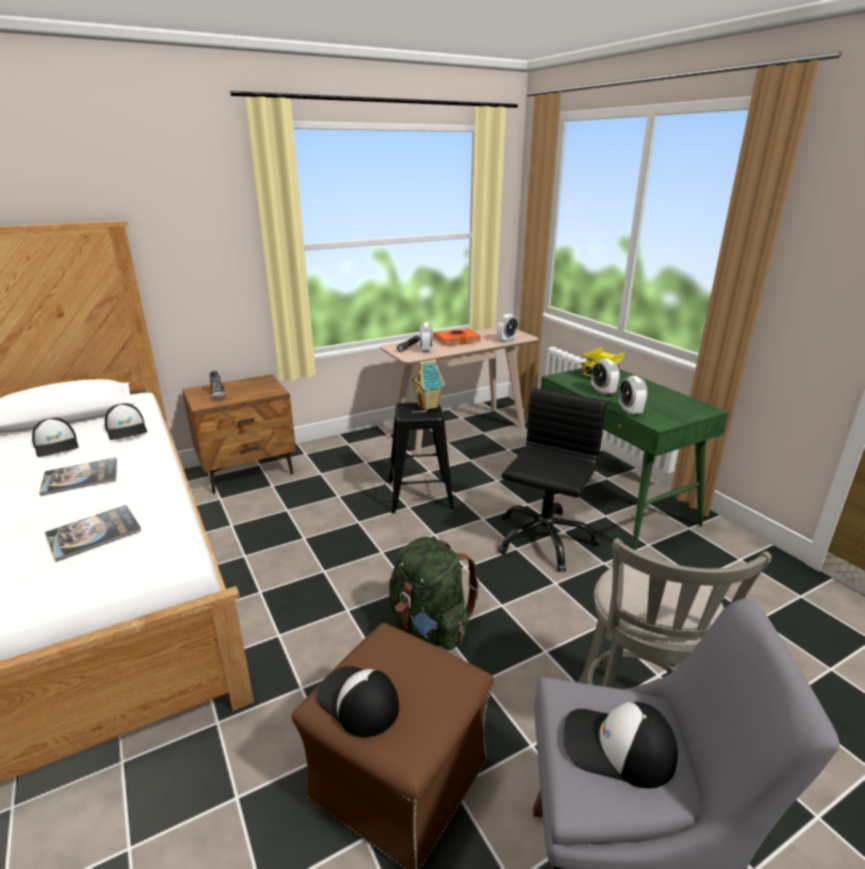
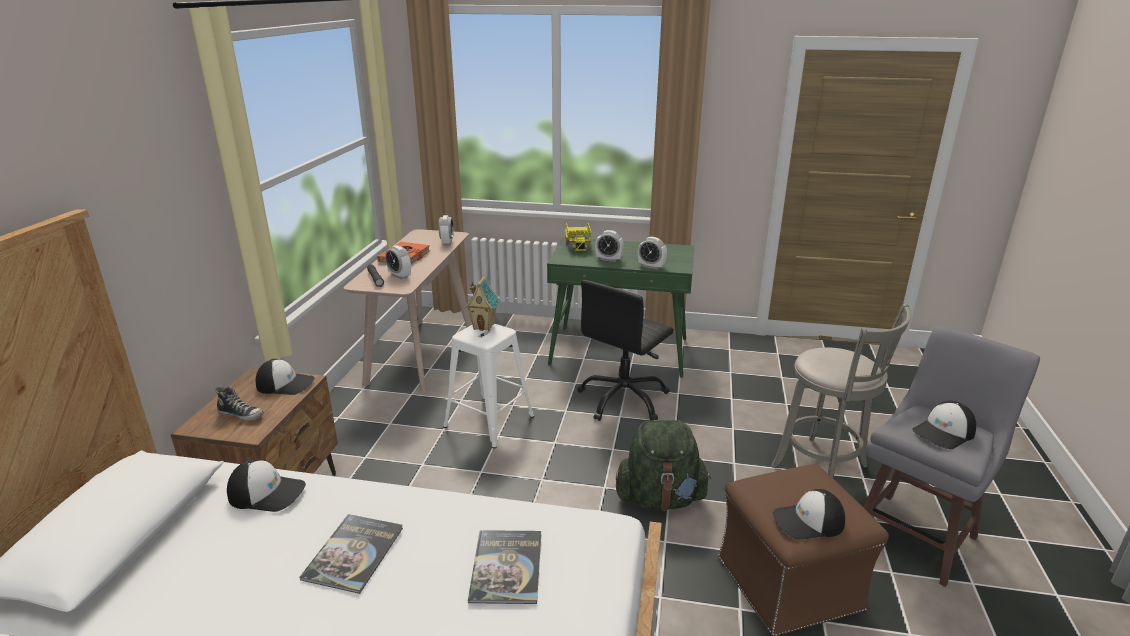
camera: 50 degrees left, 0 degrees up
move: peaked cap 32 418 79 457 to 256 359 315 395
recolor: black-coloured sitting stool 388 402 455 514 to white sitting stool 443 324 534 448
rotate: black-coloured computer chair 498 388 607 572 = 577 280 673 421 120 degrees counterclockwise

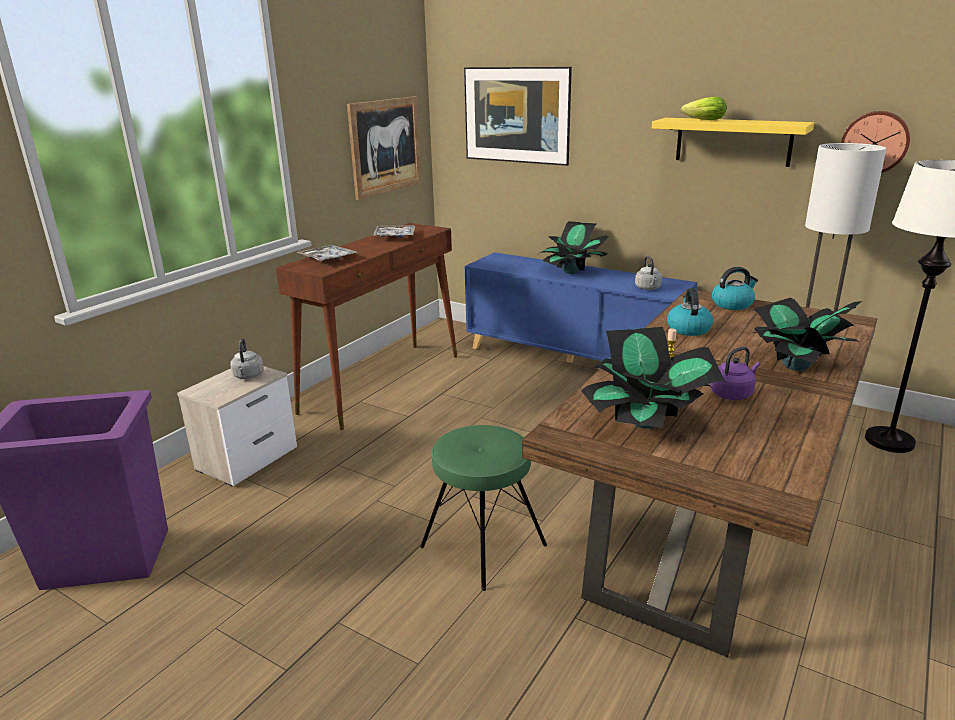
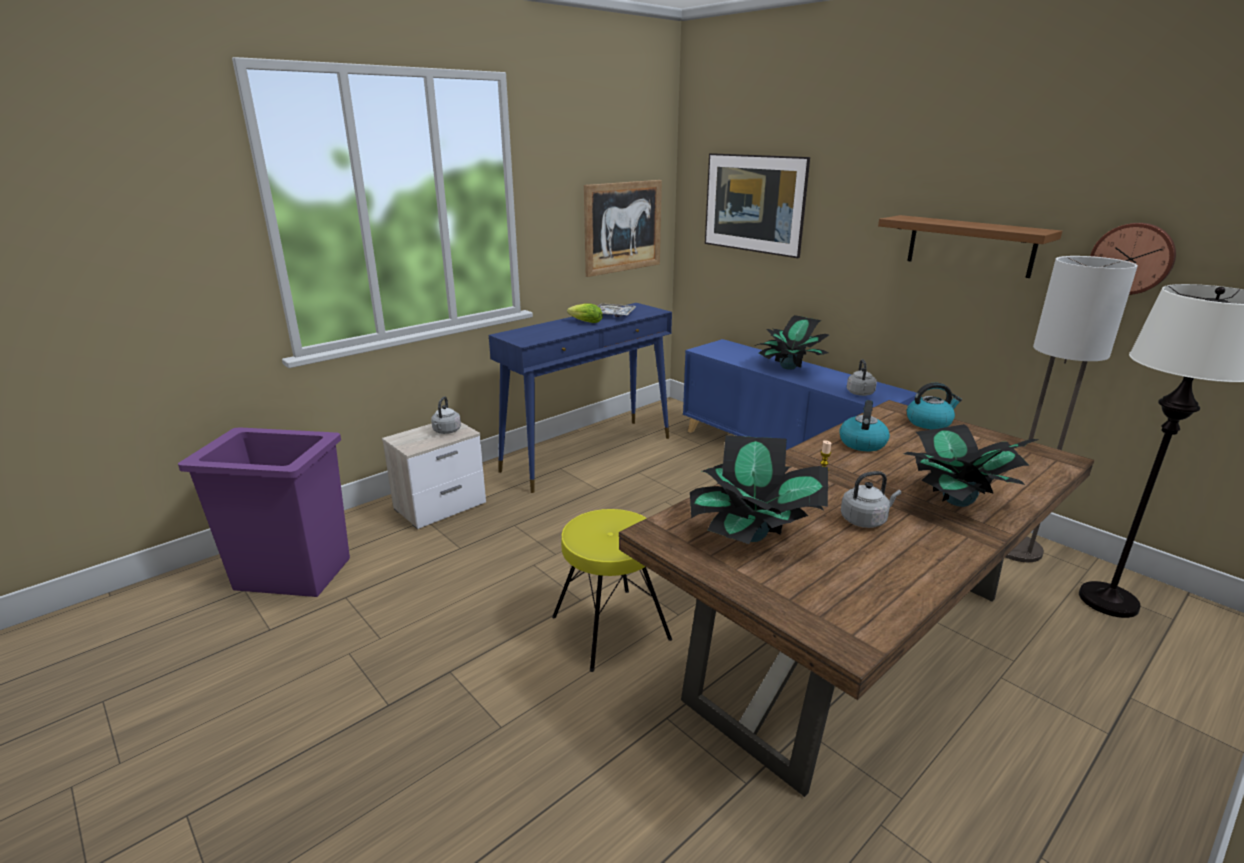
camera: 15 degrees right, 0 degrees up
delete: carrying tray 296 245 358 262
move: lettuce head 681 97 727 120 to 567 304 603 323
recolor: brown hall table 276 223 457 430 to blue-coloured hall table 489 303 672 493; green sitting stool 420 425 547 591 to yellow sitting stool 552 509 672 672; yellow wall shelf 652 118 814 167 to brown wall shelf 878 215 1062 278; purplish tea kettle 710 346 760 400 to gray tea kettle 841 471 901 528

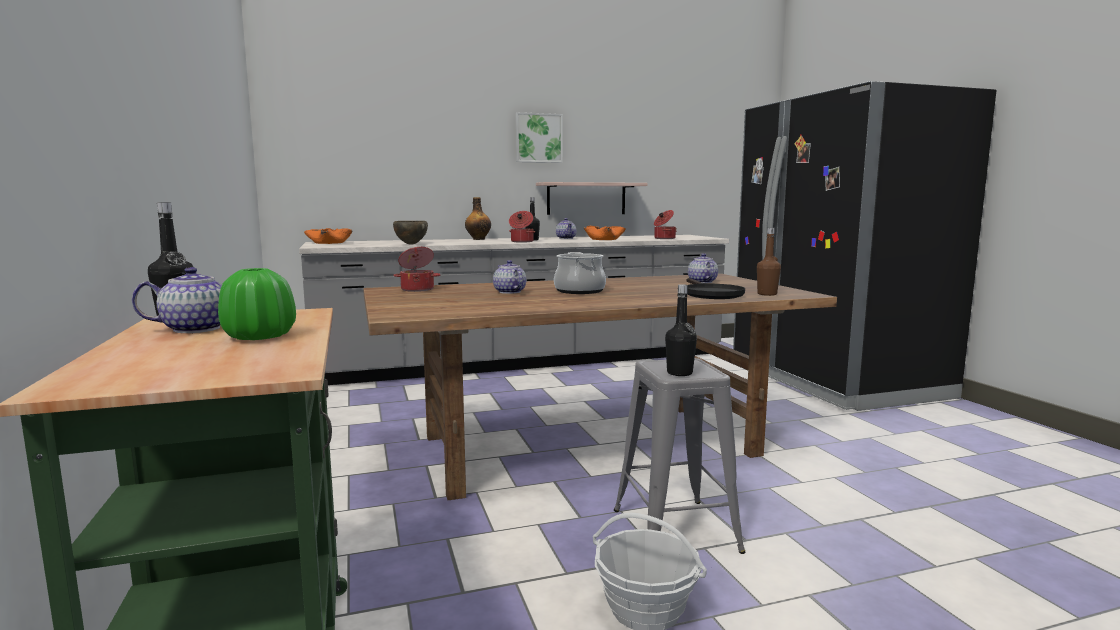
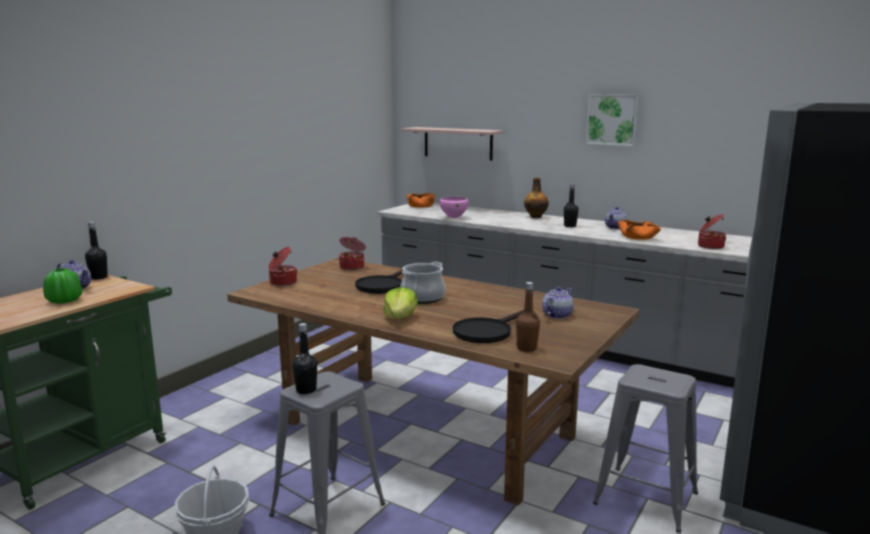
camera: 50 degrees right, 5 degrees up
insert: lettuce head 383 287 418 319; gray sitting stool 593 364 698 533
move: stockpot 509 211 535 242 to 269 247 298 286; wall shelf 536 182 648 215 to 402 127 503 160
replace: tea pot 493 260 526 294 to black-coloured skillet 355 270 403 294
recolor: brown deep dish 393 221 428 244 to pink deep dish 440 197 468 218

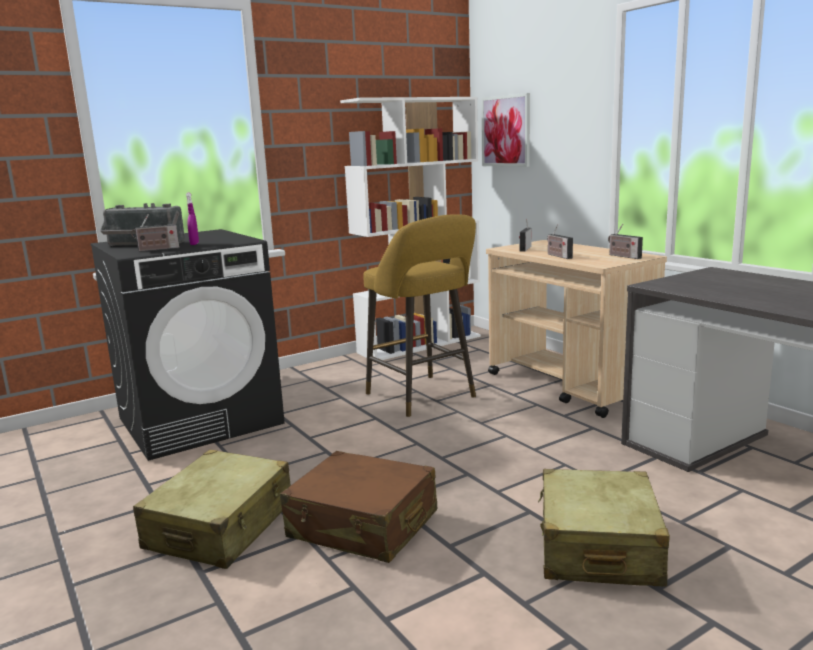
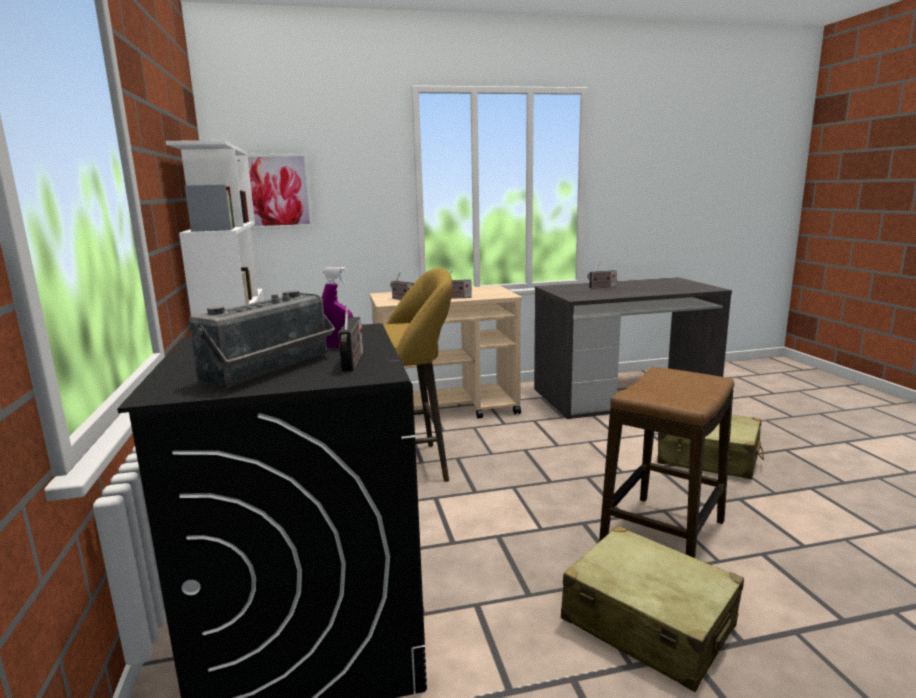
camera: 70 degrees left, 0 degrees up
move: radio 608 224 643 259 to 588 264 617 289
replace: brown piece of luggage 280 451 437 563 to sitting stool 599 367 735 558

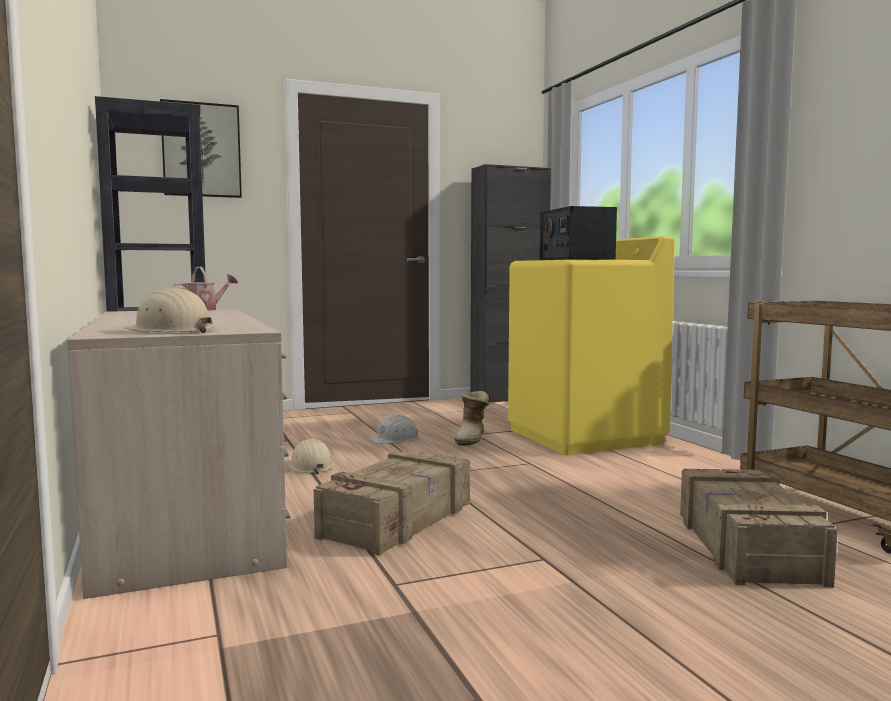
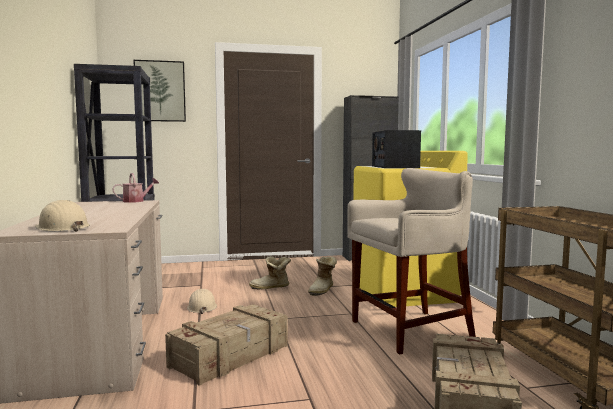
camera: 10 degrees right, 0 degrees up
insert: beige sitting stool 347 168 476 355
replace: white work helmet 369 415 419 444 to tall boot 249 256 291 290

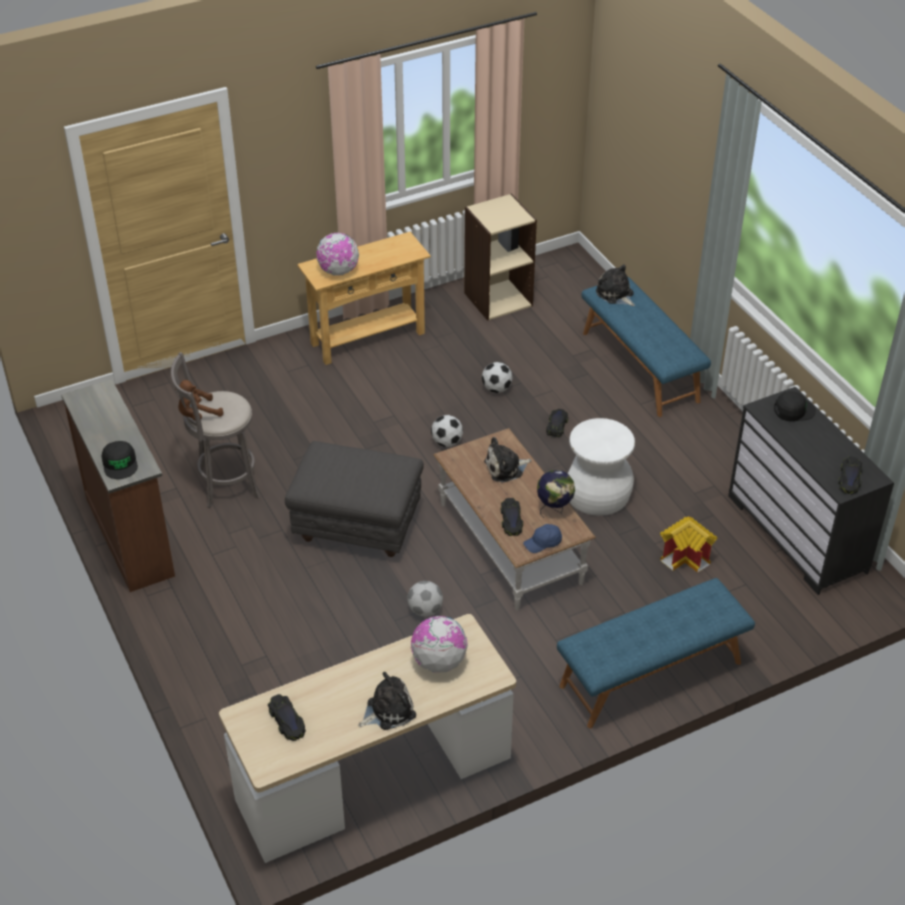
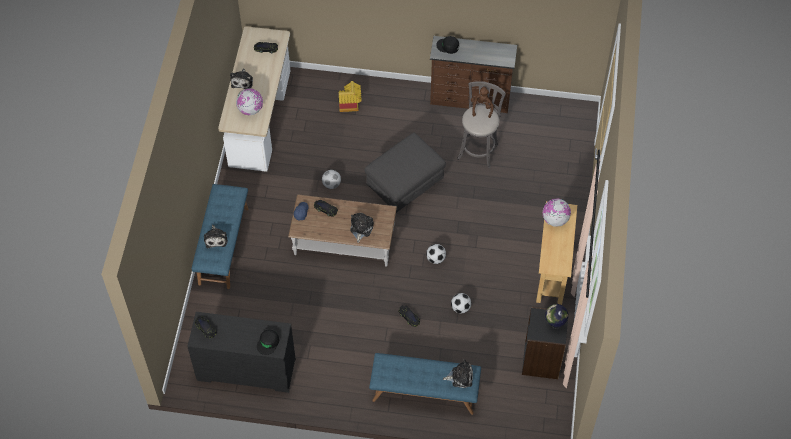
camera: 125 degrees right, 15 degrees up
delete: white sitting stool 568 418 635 516
insert: soft toy 204 225 228 248
move: world globe 537 470 575 518 to 545 304 568 329; toy house 660 517 717 573 to 339 81 362 112
recolor: beige bookcase 464 193 537 321 to black-coloured bookcase 522 307 569 379

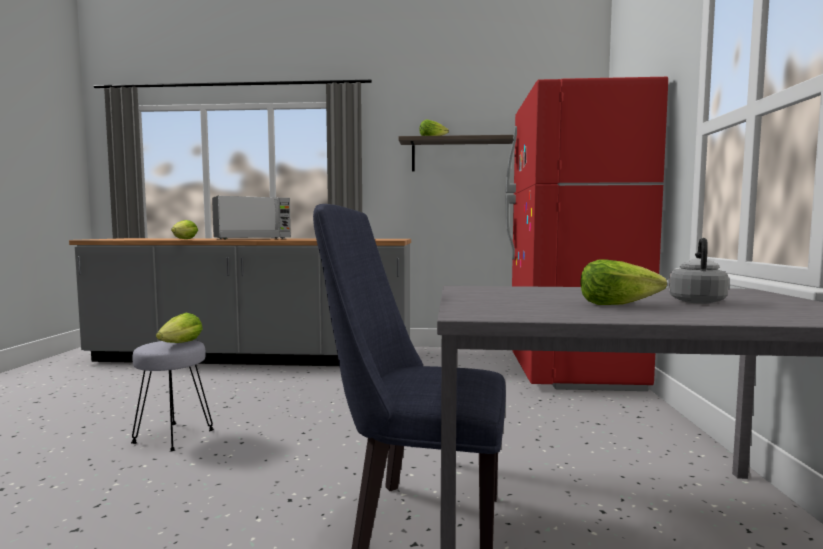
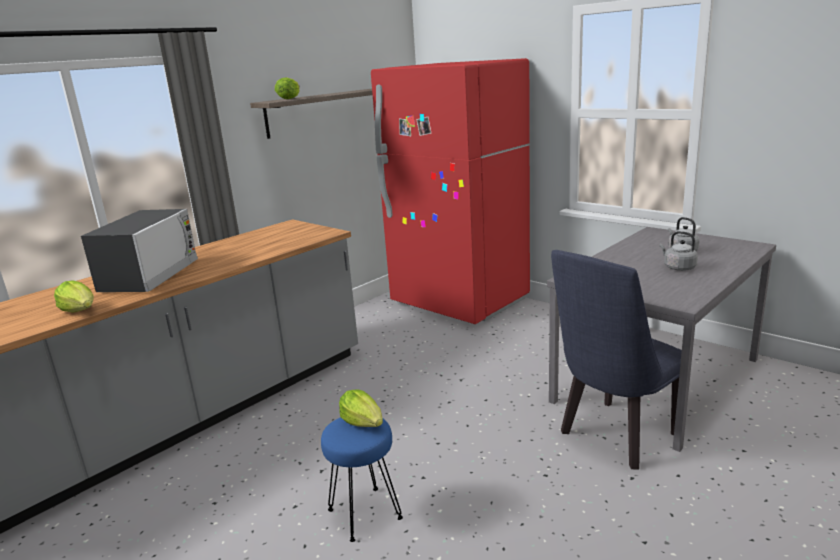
camera: 50 degrees left, 15 degrees up
replace: lettuce head 581 259 667 305 to gray tea kettle 659 231 698 271
recolor: gray sitting stool 131 340 214 452 to blue-coloured sitting stool 321 417 403 542

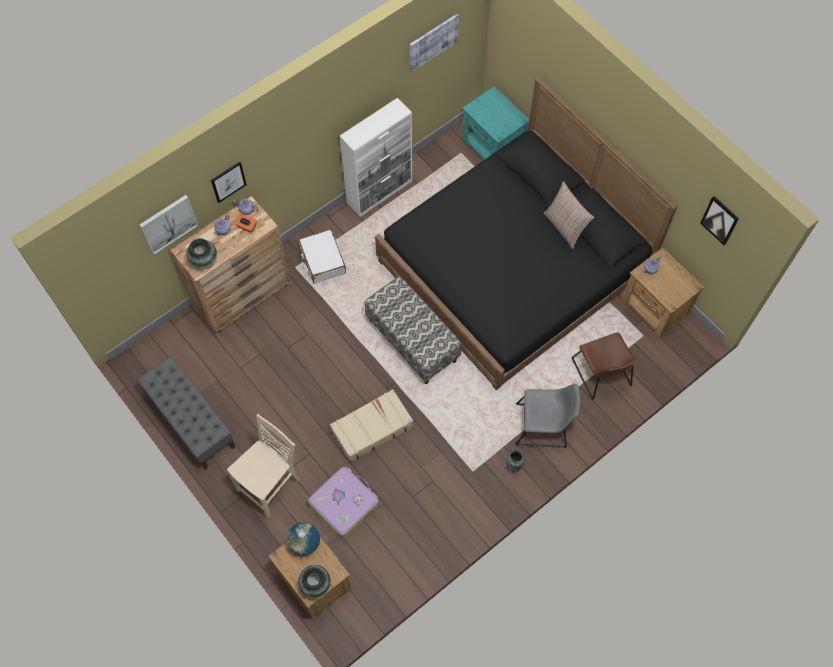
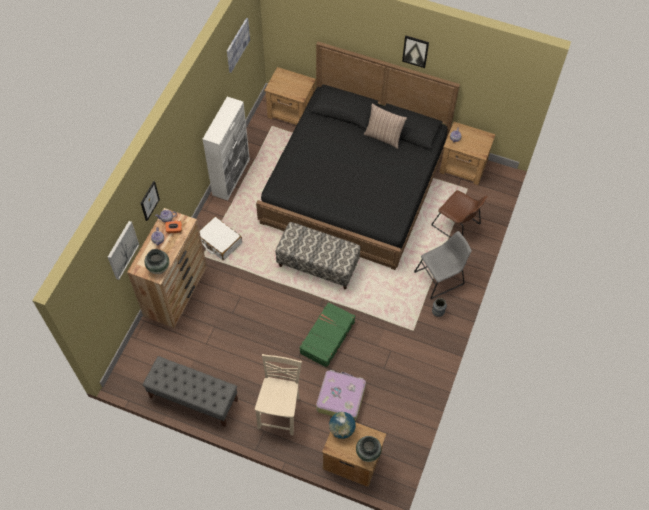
camera: 30 degrees left, 5 degrees down
move: picture 700 196 739 245 to 402 35 429 68
recolor: beige piece of luggage 330 389 413 463 to green piece of luggage 299 302 355 368; turquoise bedside table 462 86 529 160 to brown bedside table 264 67 316 125

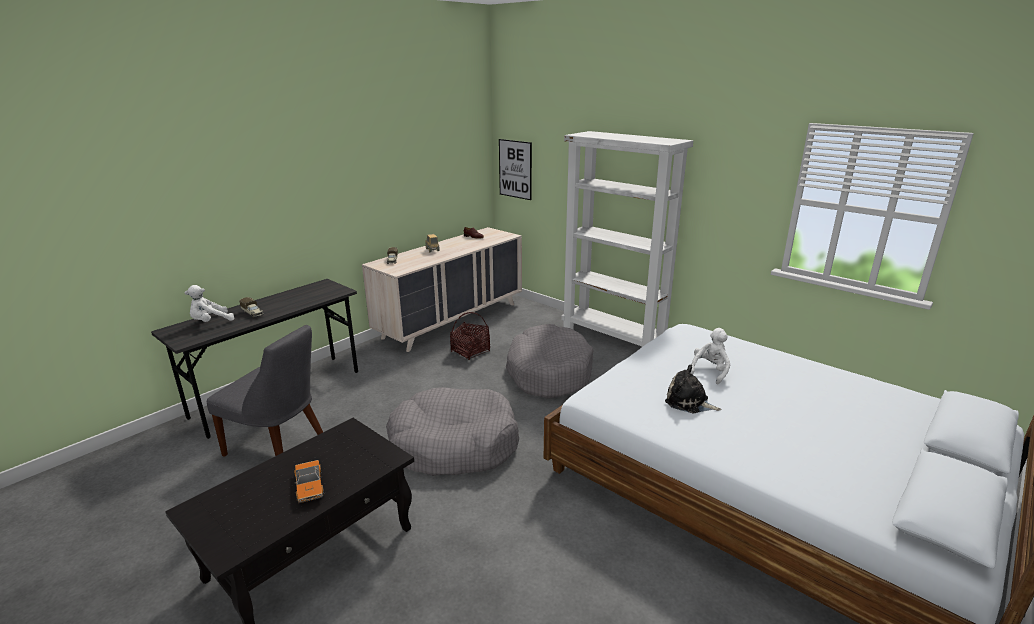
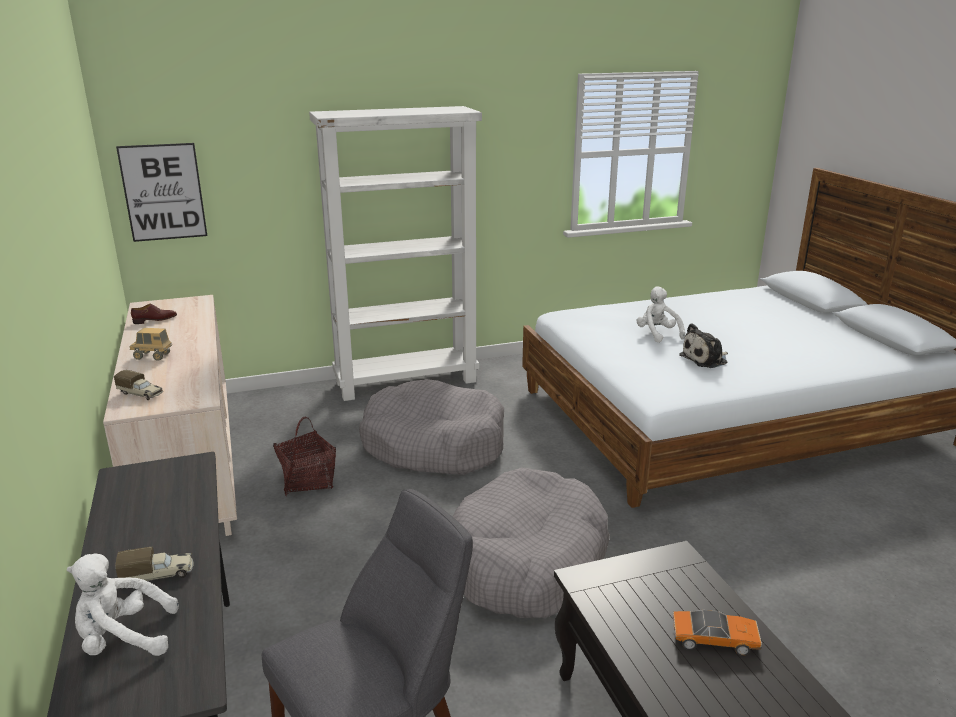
camera: 60 degrees left, 0 degrees up
rotate: white soft toy 184 285 234 322 = 67 554 179 656 90 degrees clockwise

